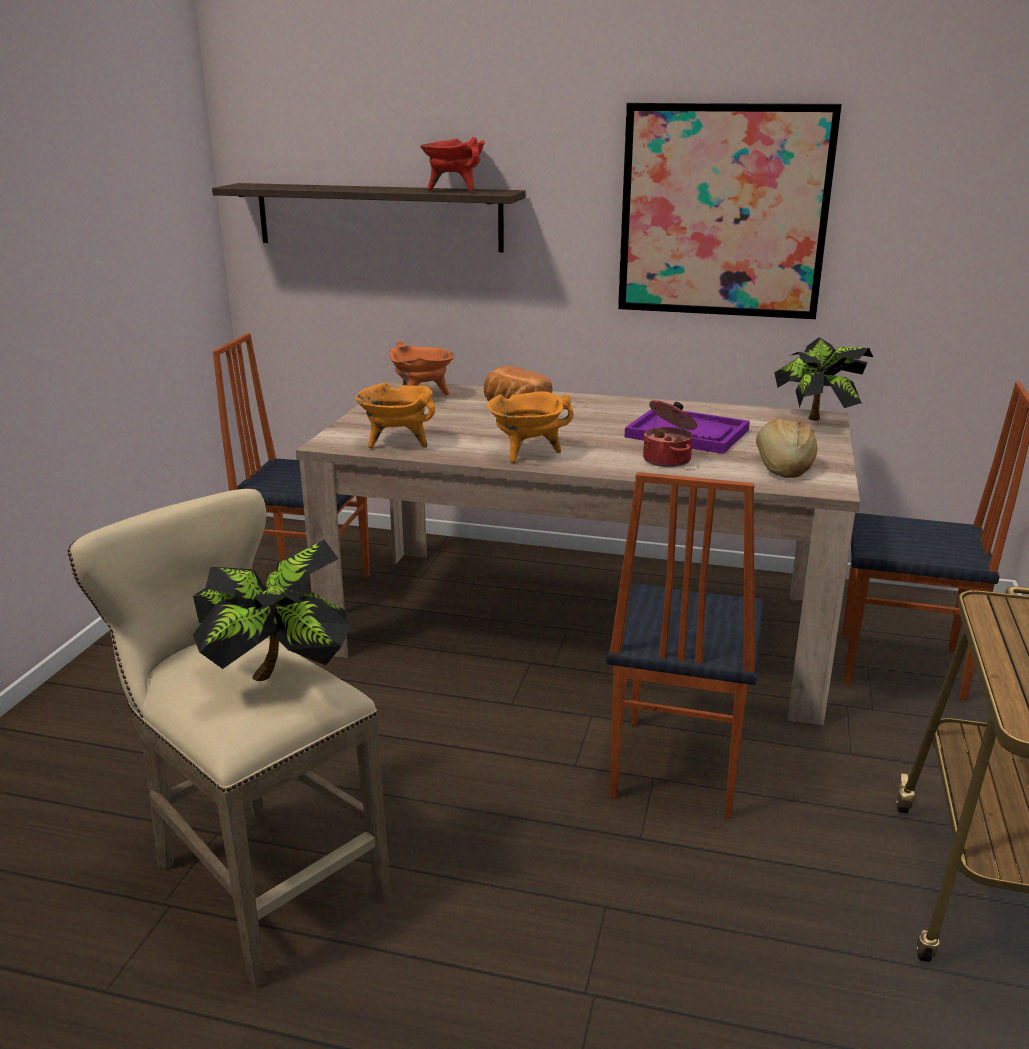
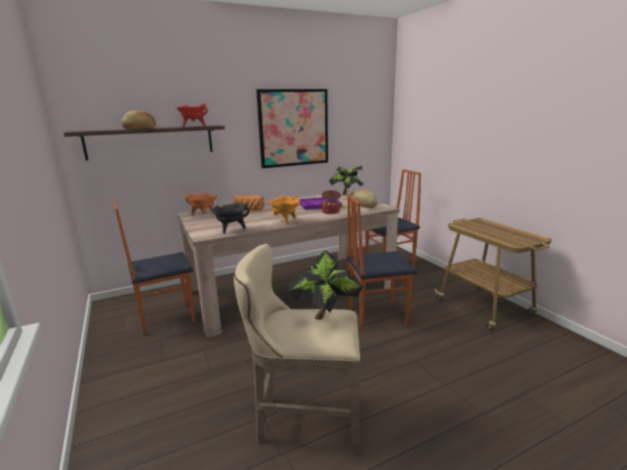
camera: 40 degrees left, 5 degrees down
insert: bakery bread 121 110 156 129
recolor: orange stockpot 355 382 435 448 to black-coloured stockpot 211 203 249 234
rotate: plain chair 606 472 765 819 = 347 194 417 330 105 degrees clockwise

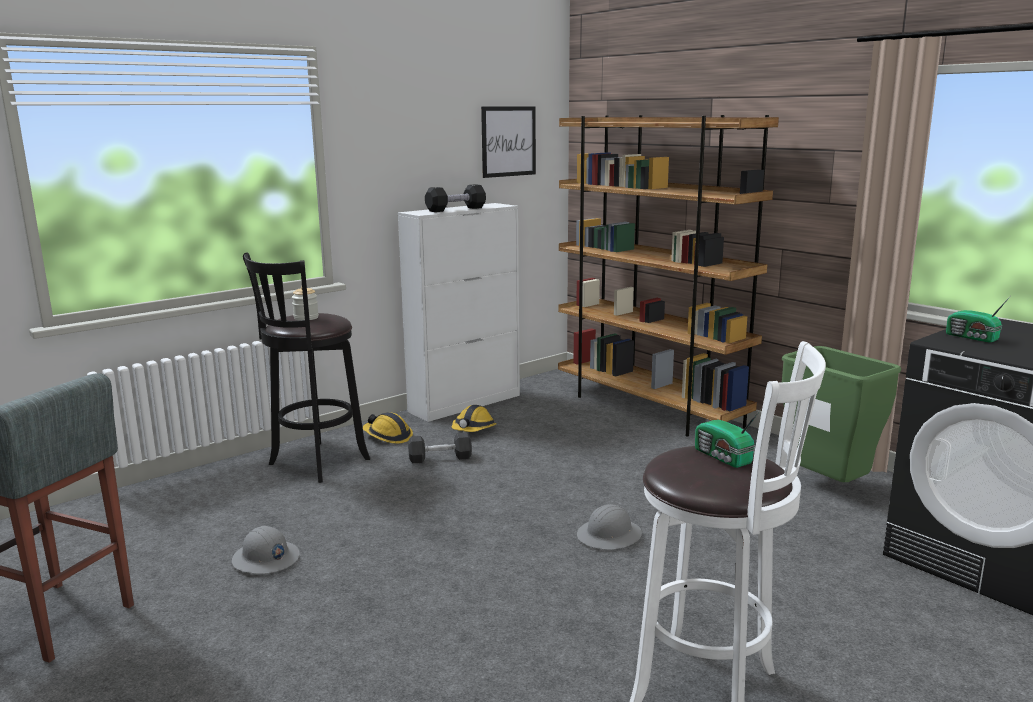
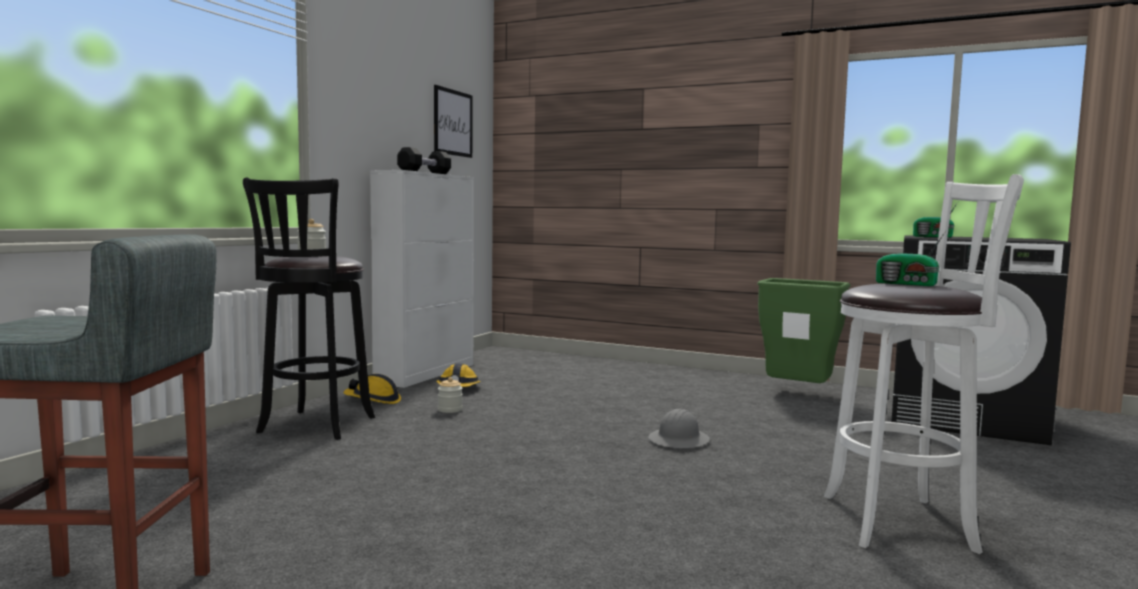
camera: 25 degrees left, 10 degrees down
delete: gray work helmet 232 526 300 574; brown bookcase 558 115 779 437
replace: gray dumbbell 408 432 472 464 to jar 438 377 463 413

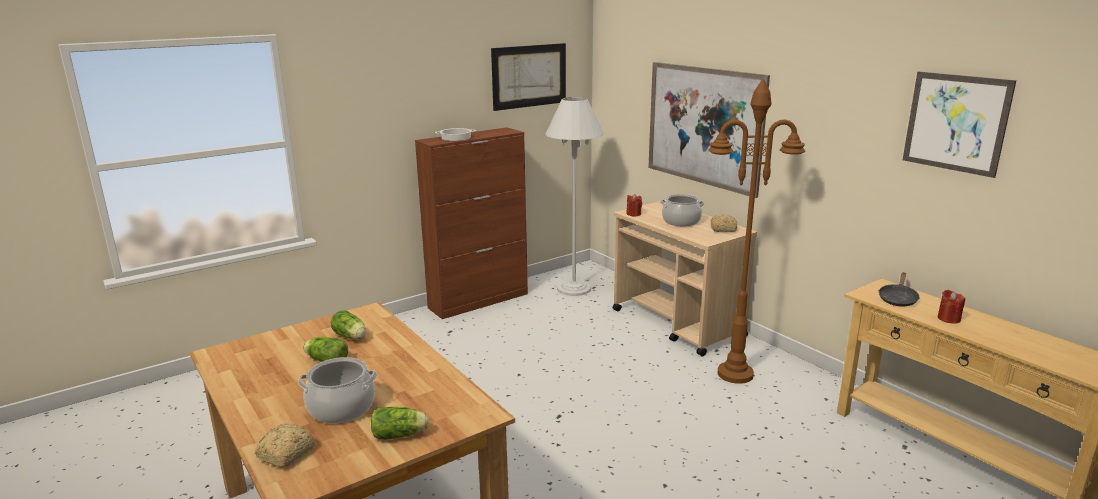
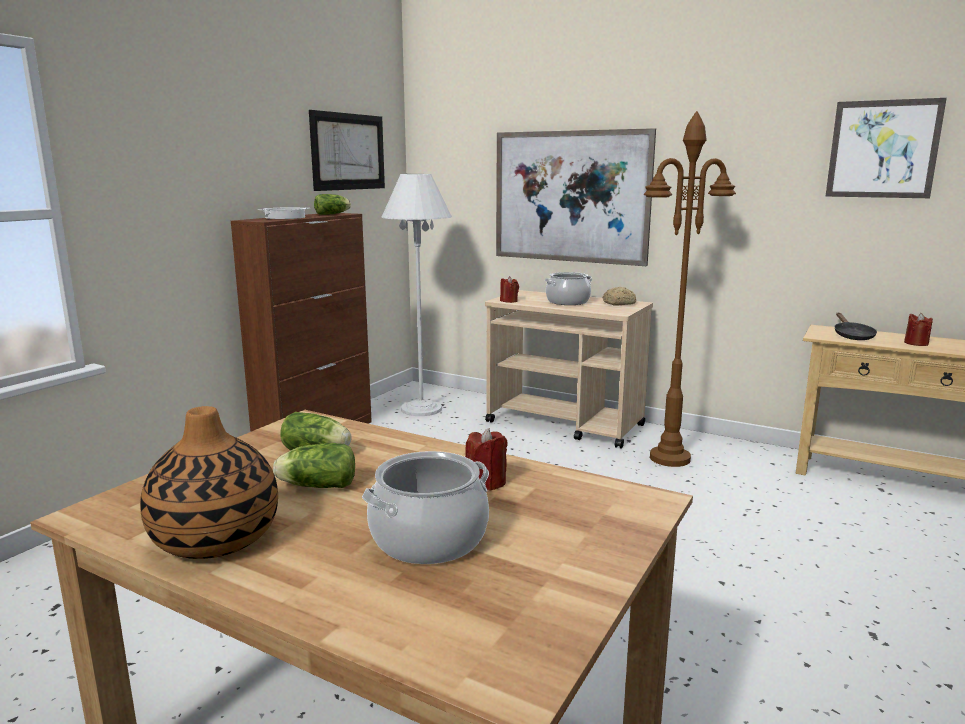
camera: 25 degrees left, 5 degrees down
delete: bakery bread 255 424 315 468
insert: decorative vase 140 406 278 559; red wax candle 465 428 507 491
move: lettuce head 371 407 429 440 to 314 194 351 215

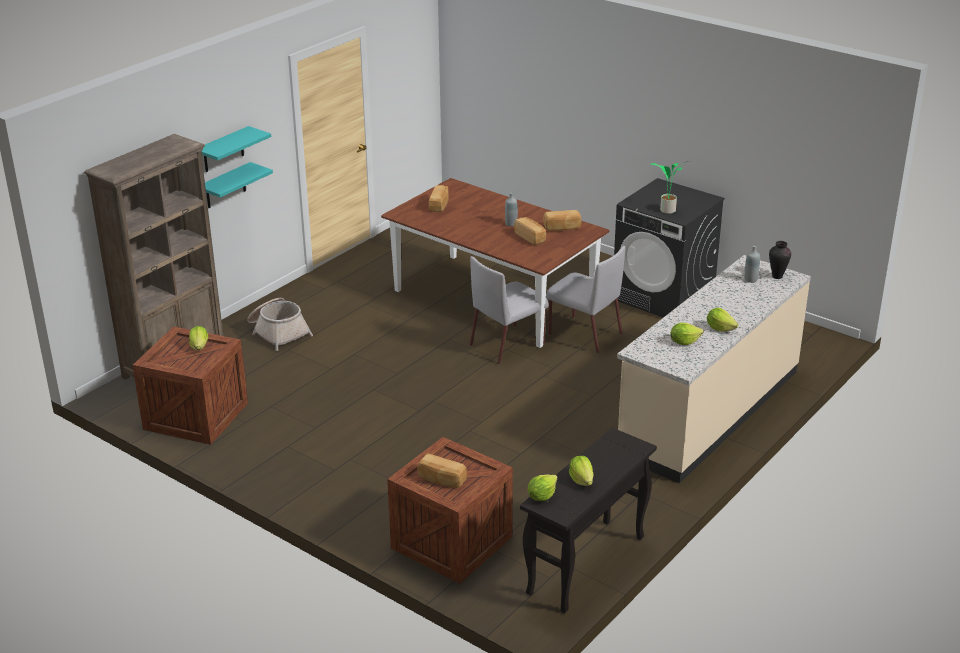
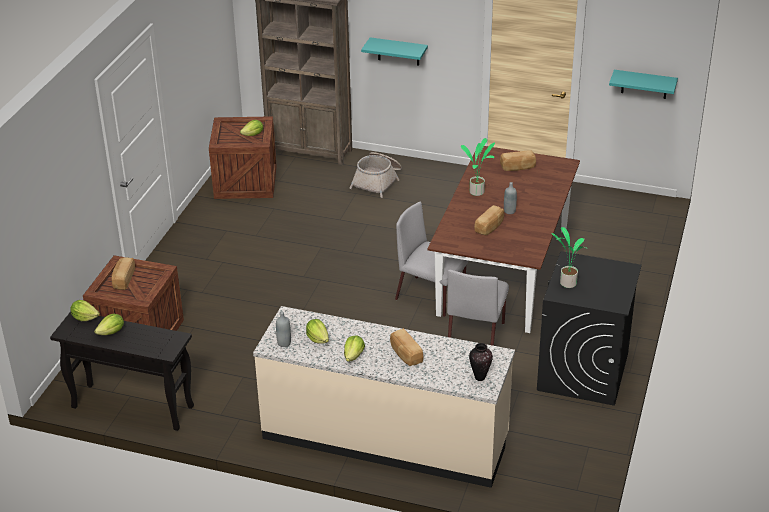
camera: 70 degrees right, 5 degrees up
insert: plant in a pot 461 138 495 196
move: turquoise wall shelf 202 126 271 172 to 609 70 678 99; bakery bread 543 210 582 231 to 390 328 423 366; gray beverage bottle 744 245 760 283 to 276 312 291 347

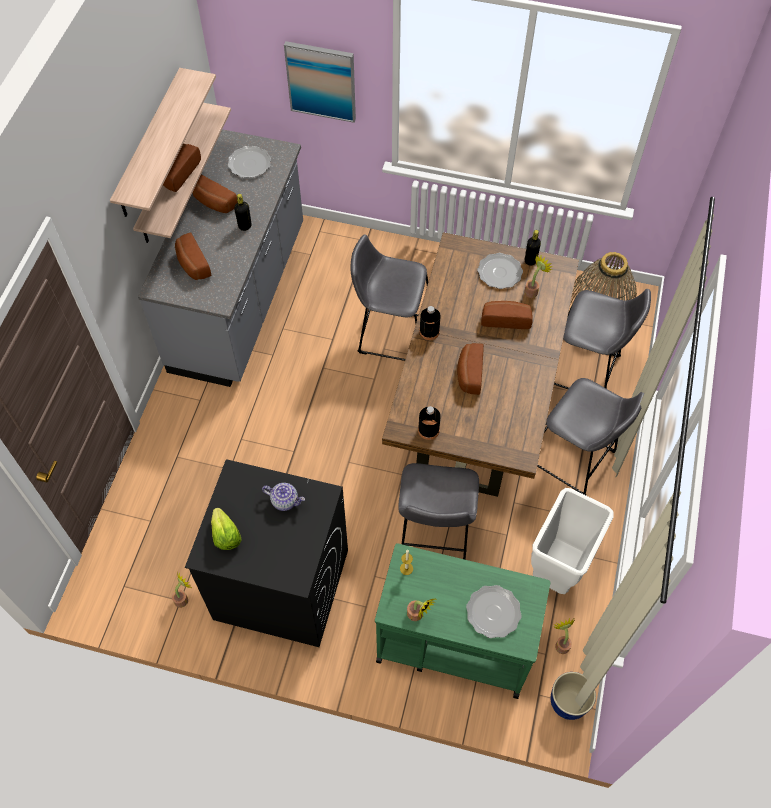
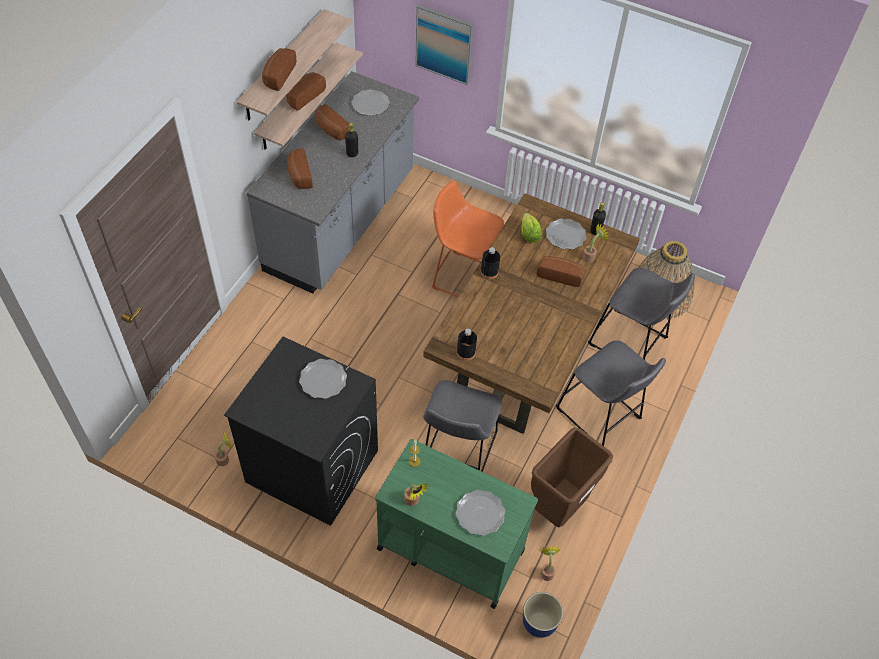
camera: 10 degrees right, 5 degrees down
move: lettuce head 211 508 242 550 to 521 213 542 243; bakery bread 457 343 484 395 to 262 48 296 91
replace: tea pot 262 483 305 511 to dinner plate 299 359 347 399
recolor: gray sitting stool 351 234 428 361 to orange sitting stool 432 180 504 297; white trash can 531 488 614 594 to brown trash can 531 427 613 527

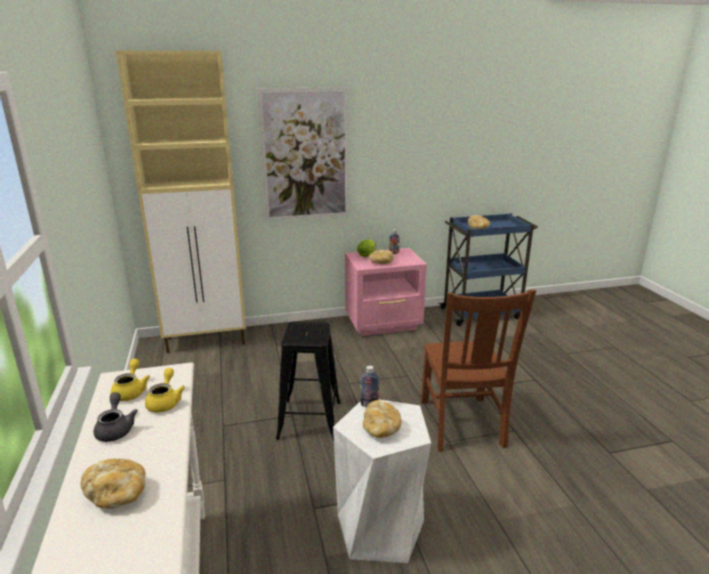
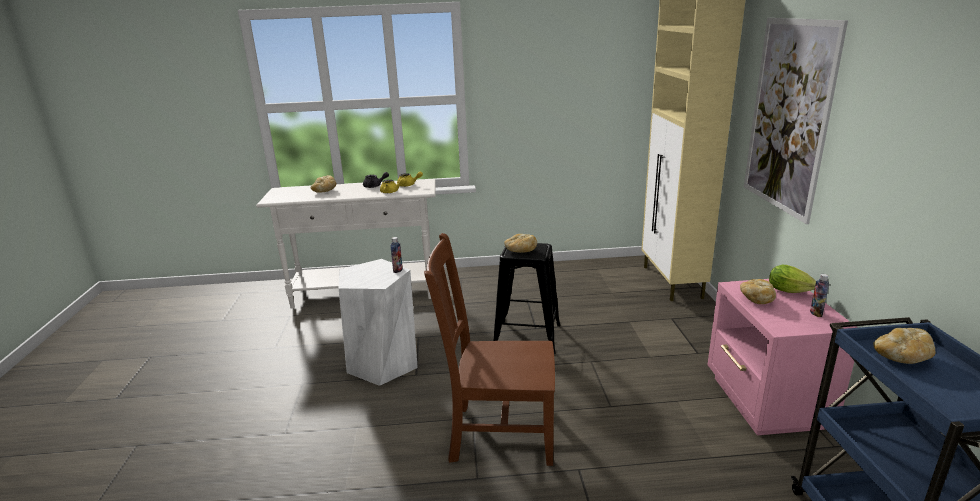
camera: 100 degrees right, 0 degrees up
move: bakery bread 363 400 402 438 to 504 234 537 253

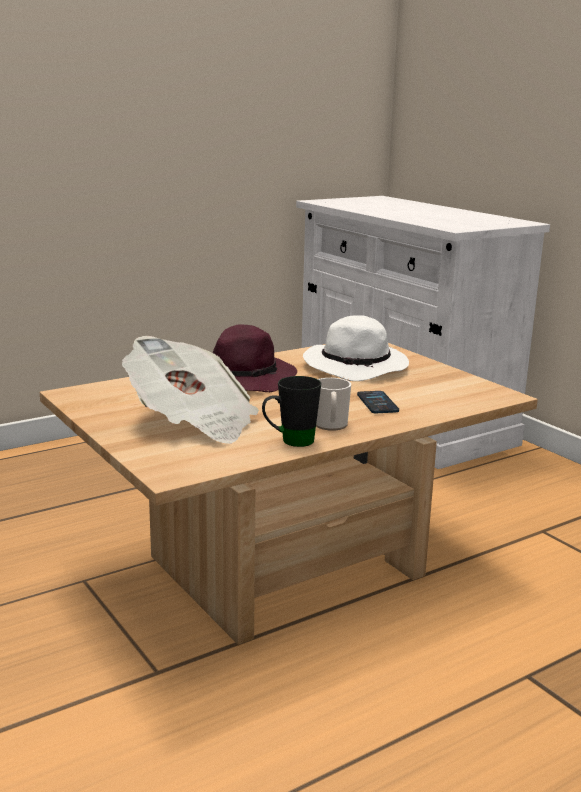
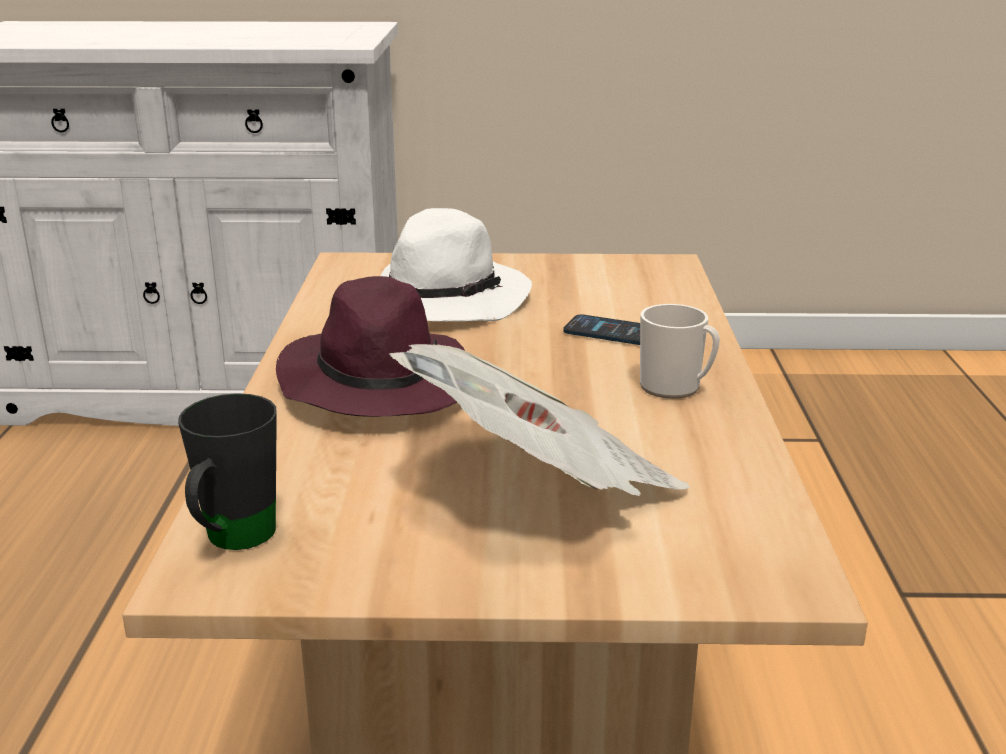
camera: 55 degrees left, 5 degrees up
move: black-coloured coffee mug 262 376 321 447 to 178 393 277 550

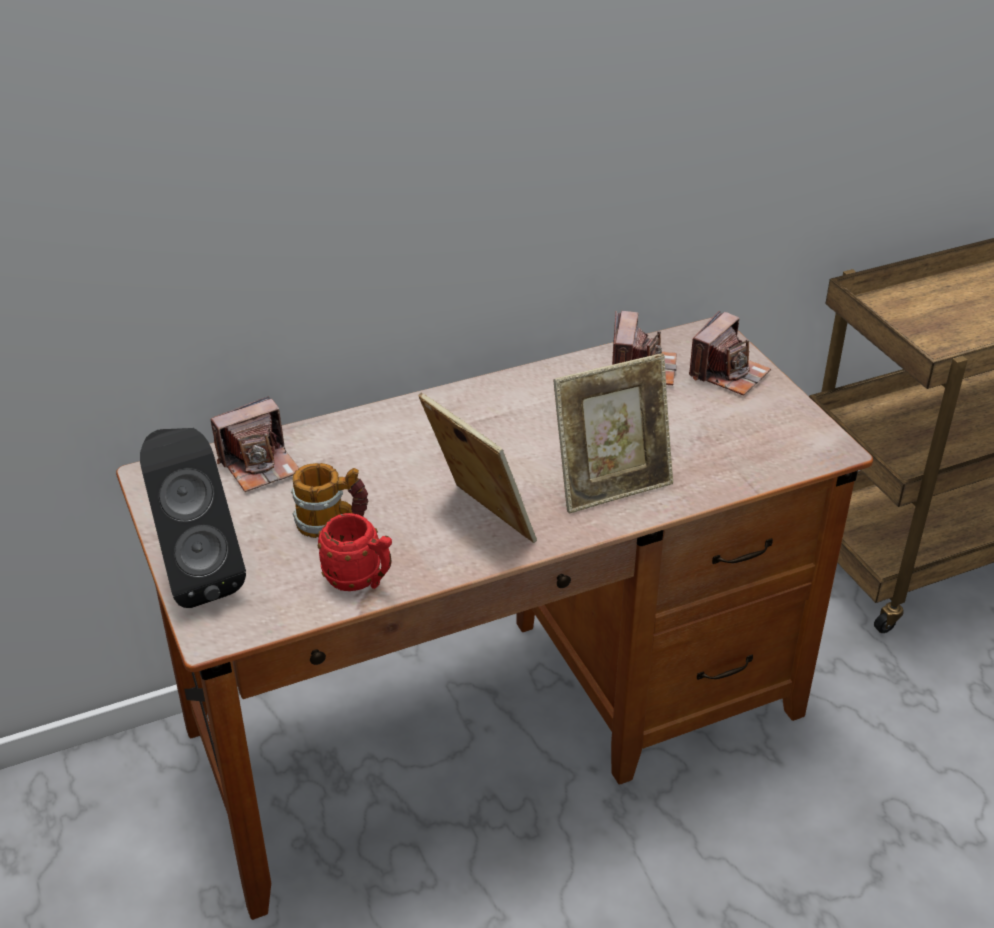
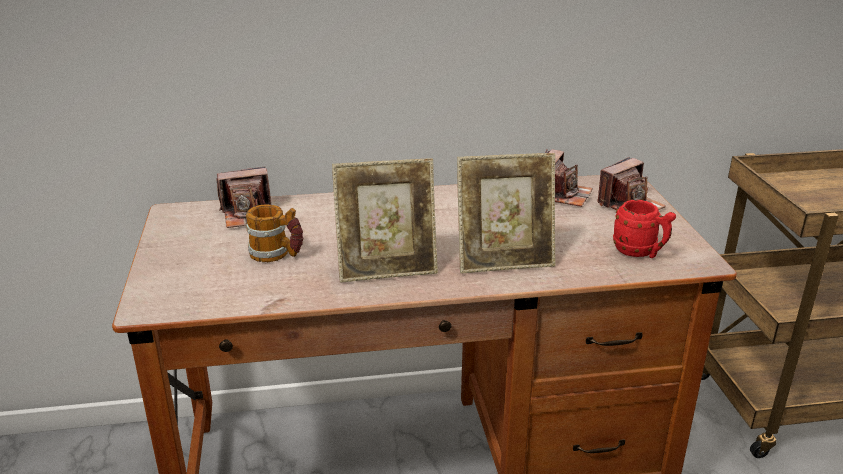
camera: 15 degrees right, 10 degrees down
delete: black-coloured audio speaker 140 428 246 608
move: red coffee mug 318 513 392 591 to 613 200 676 258
rotate: standing frame 418 393 537 543 = 332 158 438 283 105 degrees clockwise

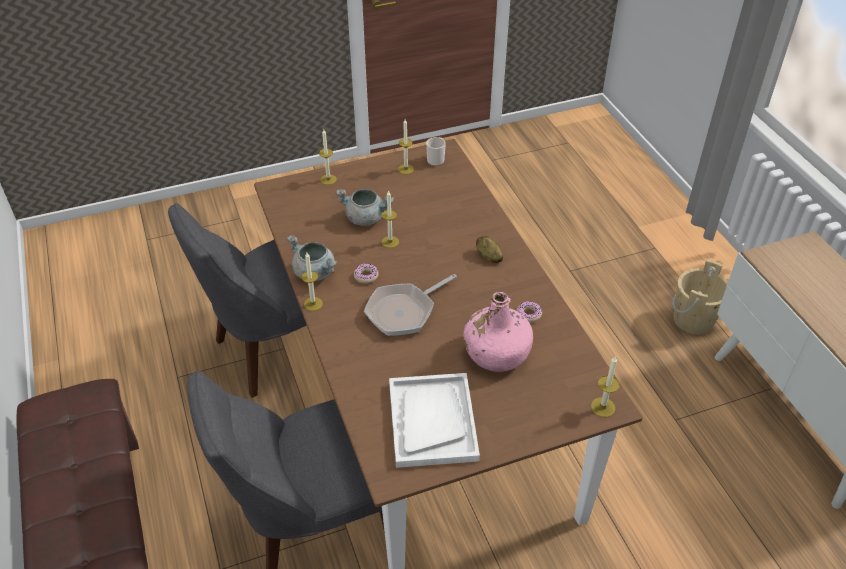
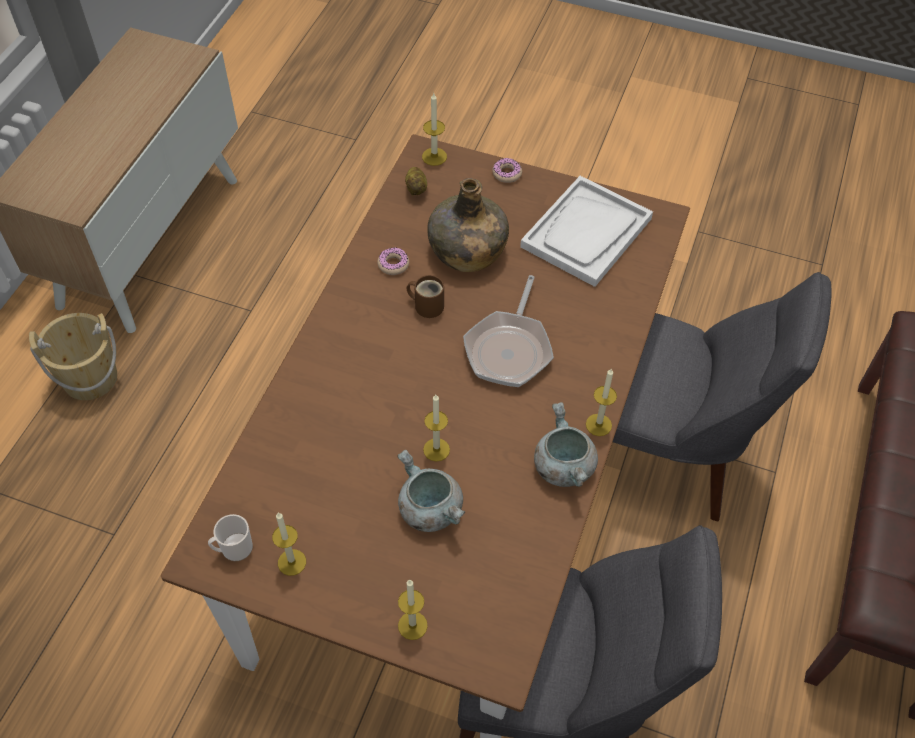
camera: 140 degrees left, 10 degrees up
insert: brown coffee mug 406 275 444 318
move: donut 354 264 378 284 to 492 158 522 183; spud 476 236 503 263 to 405 167 427 196
recolor: pink beverage bottle 463 292 533 372 to green beverage bottle 427 178 509 272
rotate: skillet 364 274 457 336 = 463 275 554 387 105 degrees clockwise

